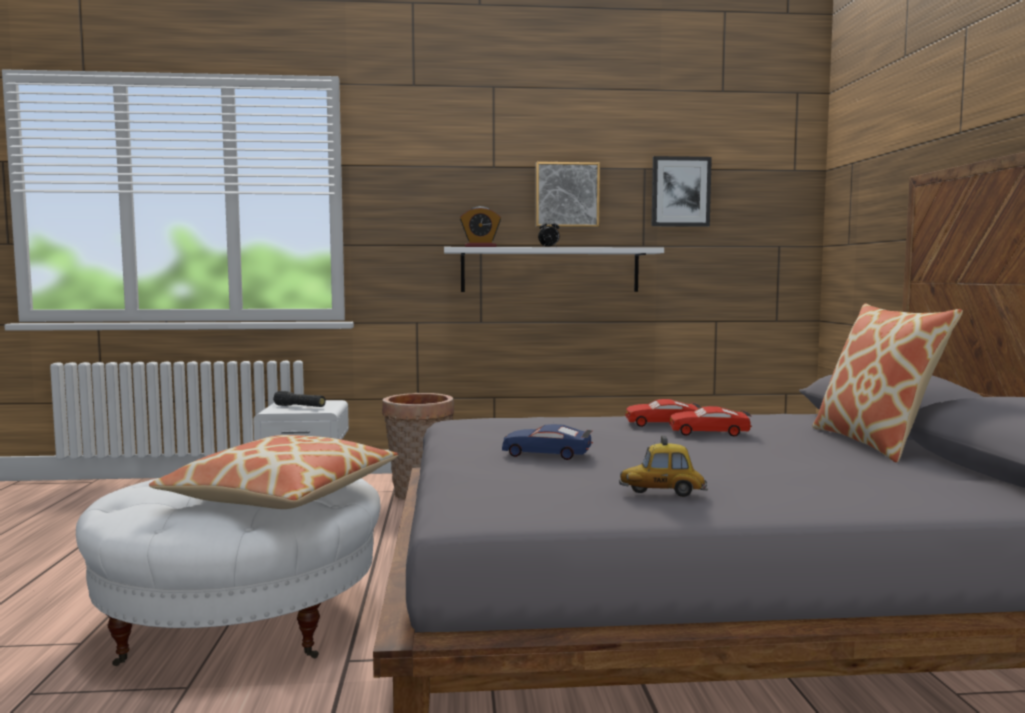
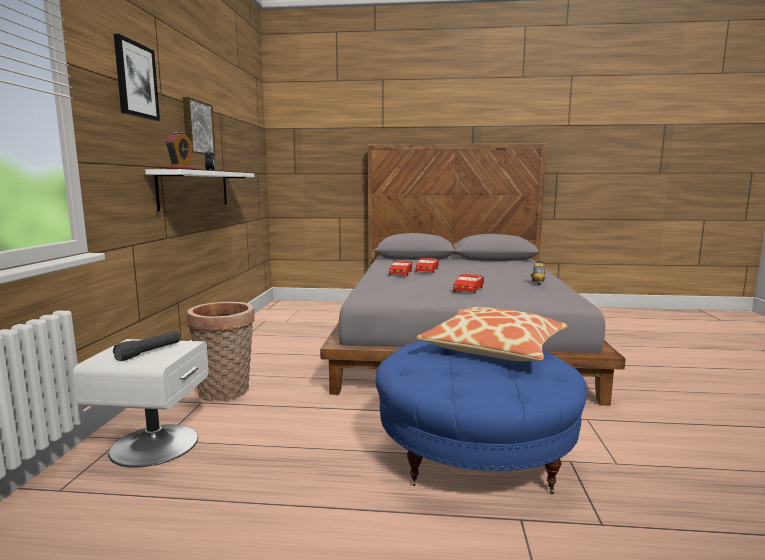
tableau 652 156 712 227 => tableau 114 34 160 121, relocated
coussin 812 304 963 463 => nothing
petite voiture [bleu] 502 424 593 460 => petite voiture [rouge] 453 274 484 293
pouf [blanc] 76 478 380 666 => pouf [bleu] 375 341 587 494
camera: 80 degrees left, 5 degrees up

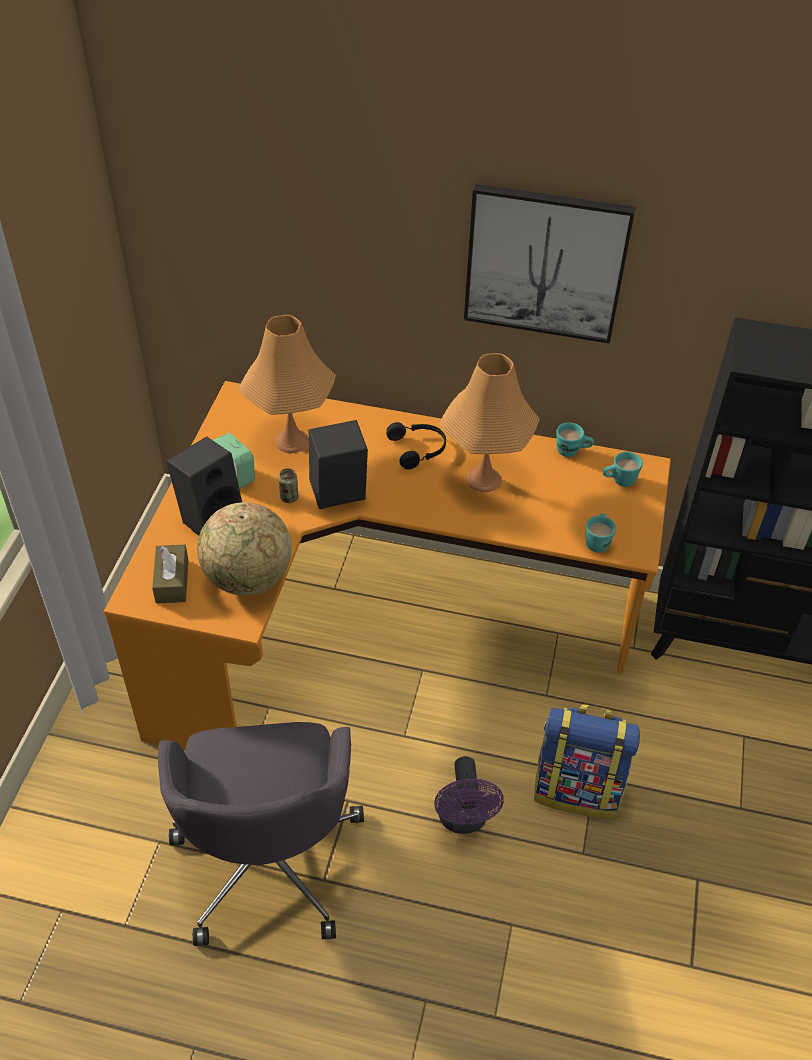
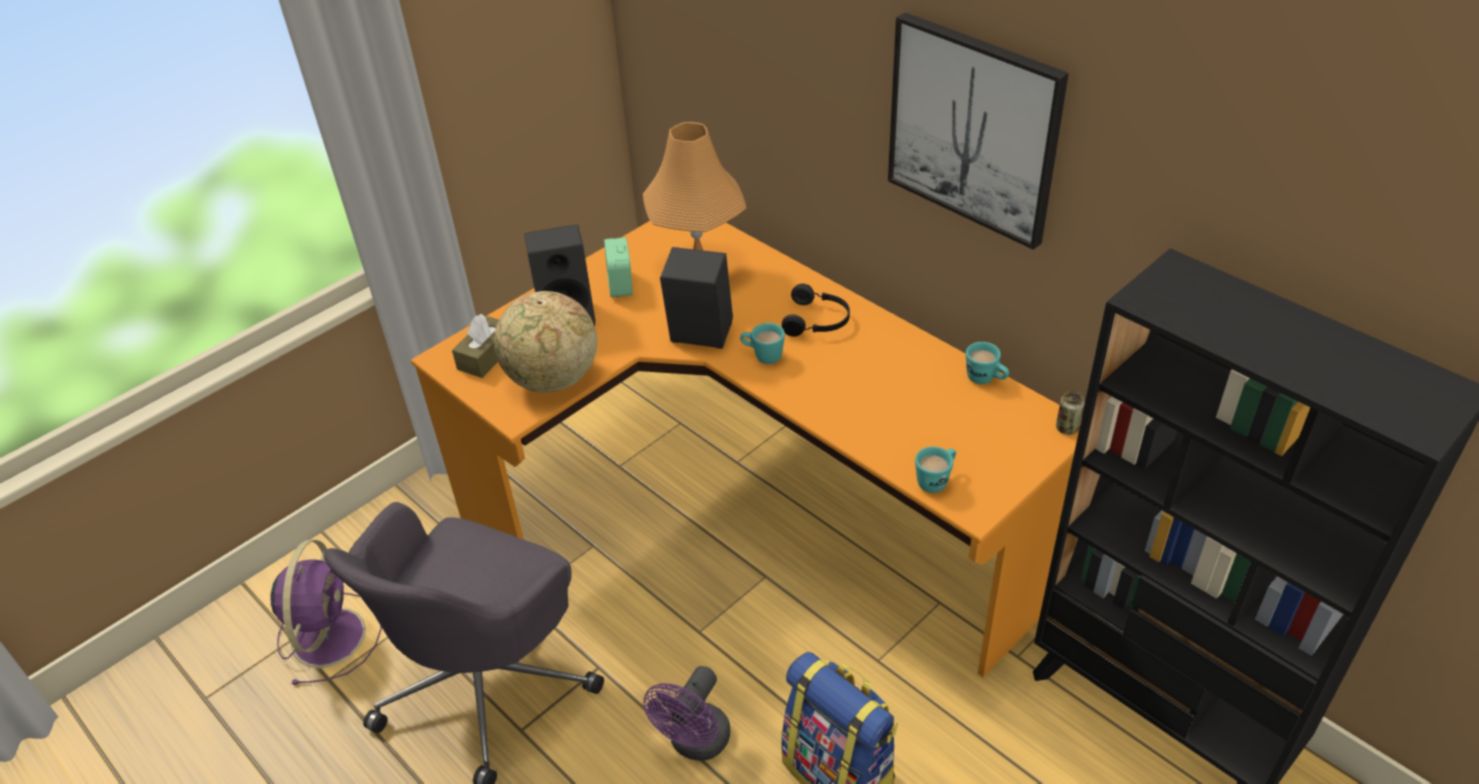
lampe de table [orange] 439 353 540 492 => nothing
mug [turquoise] 603 452 643 487 => mug [turquoise] 740 323 785 364, relocated
boîte métallique 279 468 298 503 => boîte métallique 1056 391 1084 435, relocated
nothing => ventilateur [violet] 271 540 382 685
camera: 35 degrees right, 5 degrees down

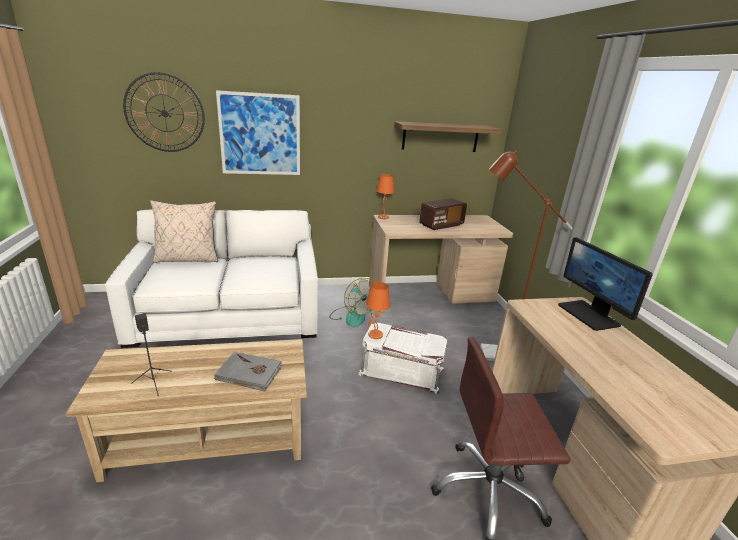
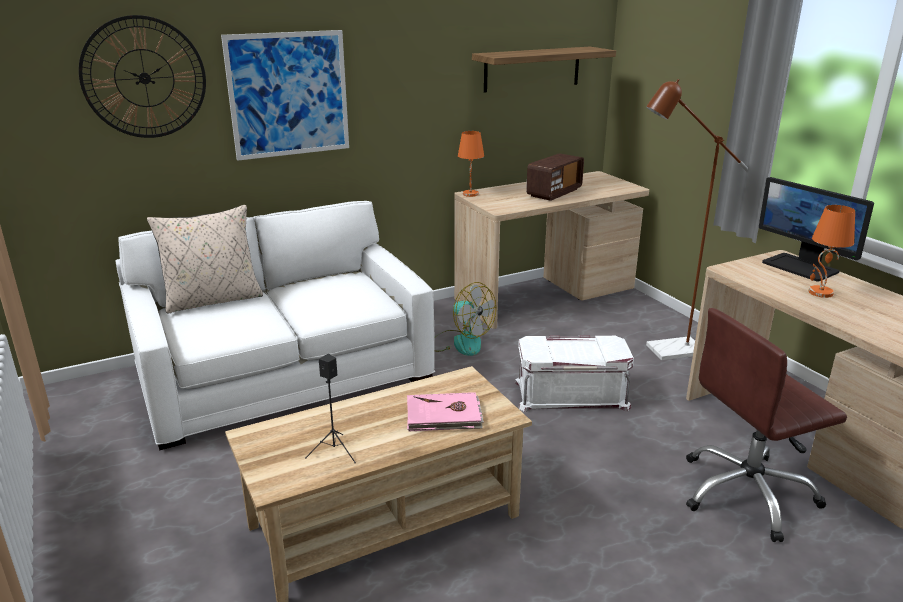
lampe de table [orange] 366 282 390 339 => lampe de table [orange] 808 205 855 298, relocated
livre [gris] 214 352 282 391 => livre [rose] 407 392 484 431
camera: 15 degrees left, 0 degrees up

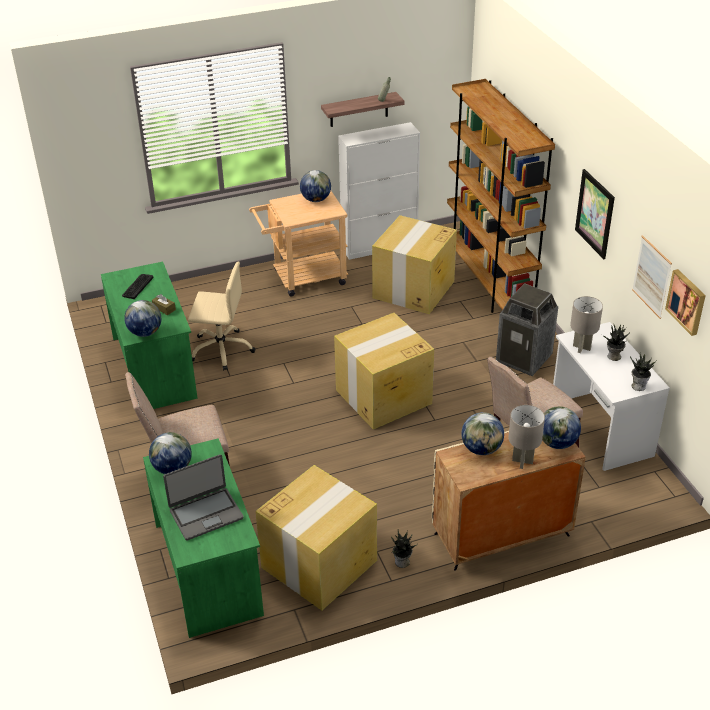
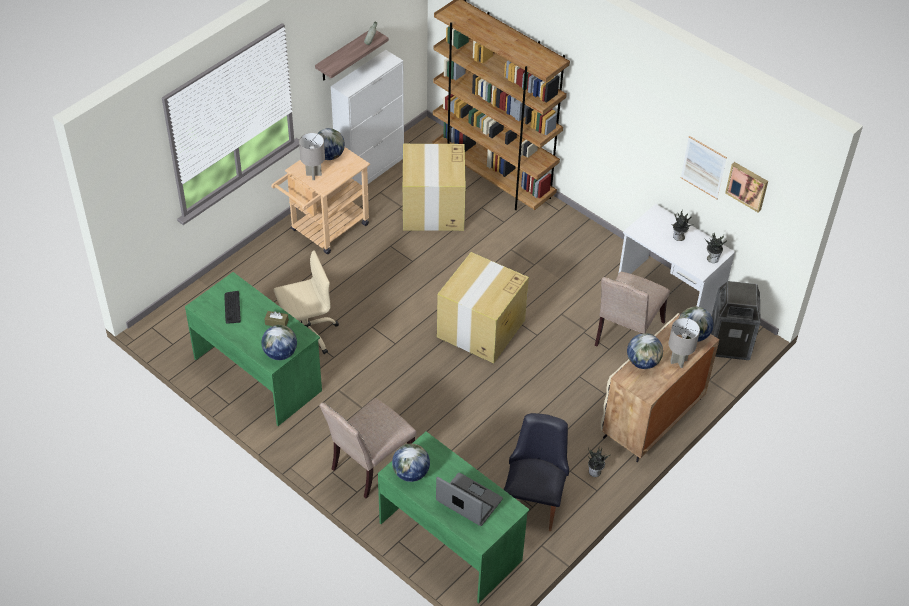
tableau 575 169 615 259 => nothing
poubelle 496 283 558 376 => poubelle 711 281 761 360, relocated
lampe de table [gris] 570 296 603 353 => lampe de table [gris] 299 133 325 180, relocated
ordinateur portable 163 454 244 540 => ordinateur portable 436 473 503 526, 90 degrees counterclockwise
carton 256 465 377 610 => chaise [noir] 504 413 569 531
camera: 30 degrees left, 10 degrees up

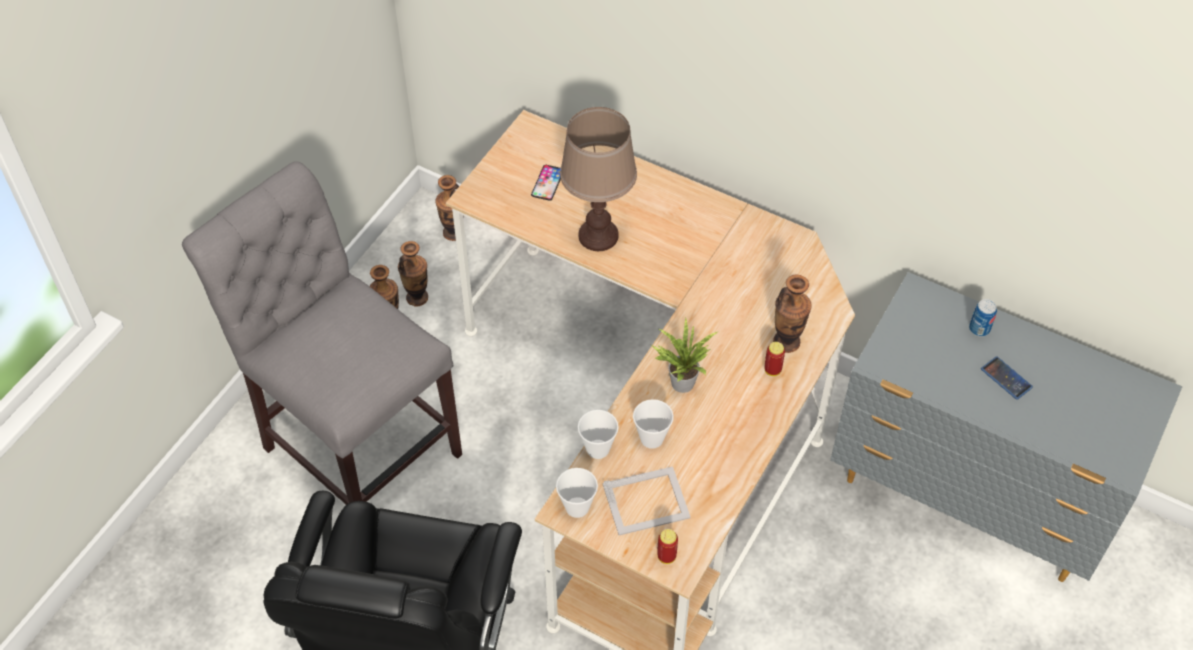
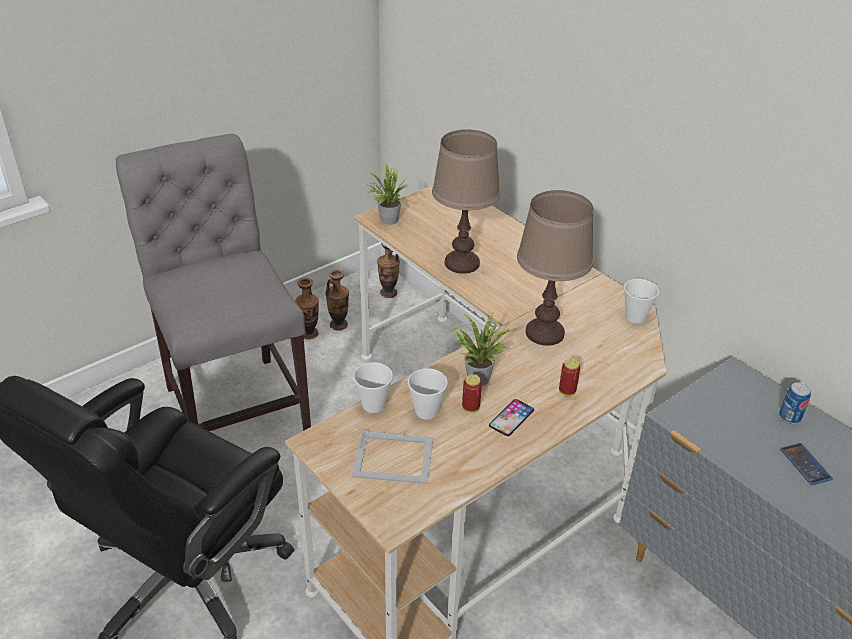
téléphone 531 165 562 201 => téléphone 489 399 534 436, relocated
vase 773 275 812 353 => nothing
tasse 556 468 598 518 => tasse 624 279 659 324, relocated
boîte métallique 657 529 678 564 => boîte métallique 462 374 482 413, relocated
nothing => plante en pot 365 163 408 225
nothing => lampe de table [marron] 517 190 594 346
camera: 20 degrees right, 15 degrees down

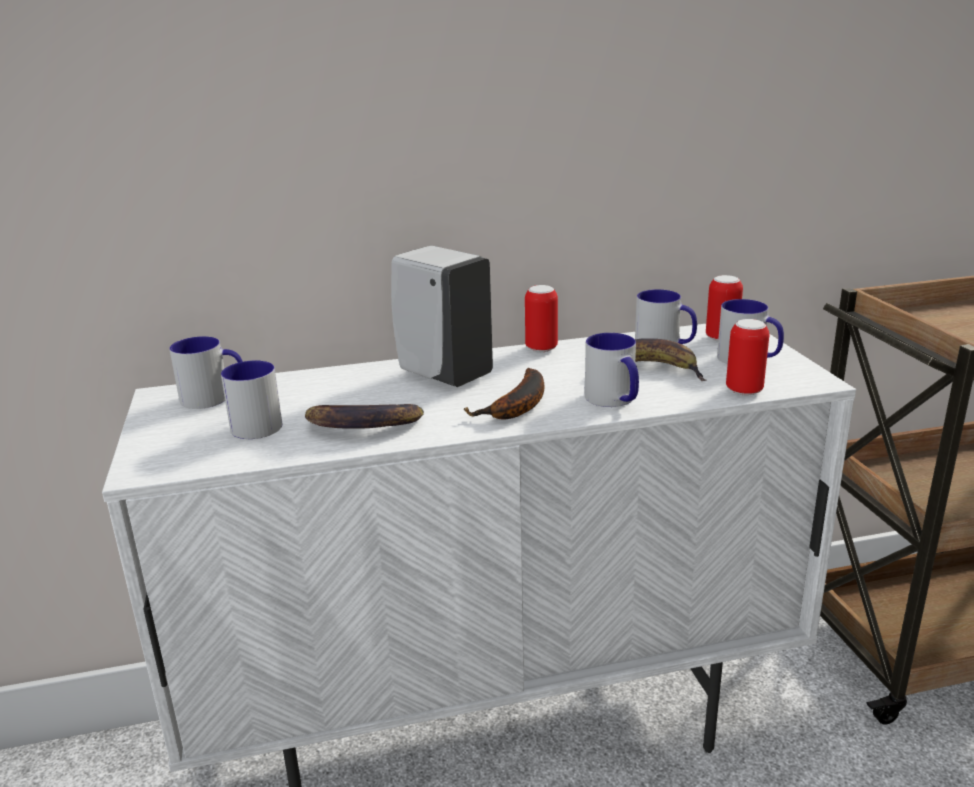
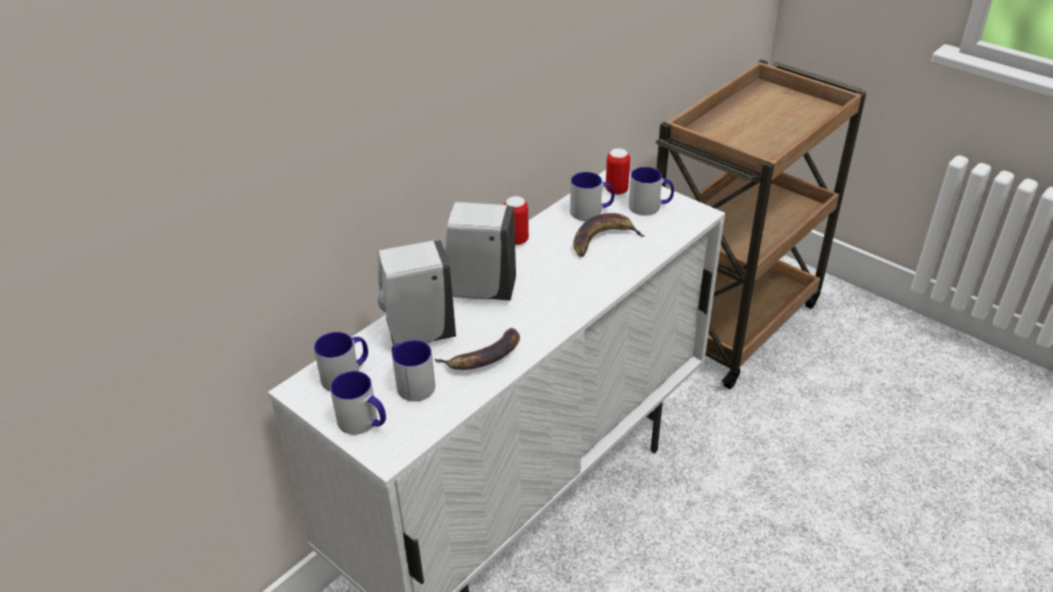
boîte métallique 726 319 769 395 => nothing
mug 585 333 639 407 => mug 330 371 386 434, relocated
banane 464 368 545 420 => nothing
nothing => distributeur de savon [blanc] 378 240 456 345
camera: 35 degrees left, 15 degrees up

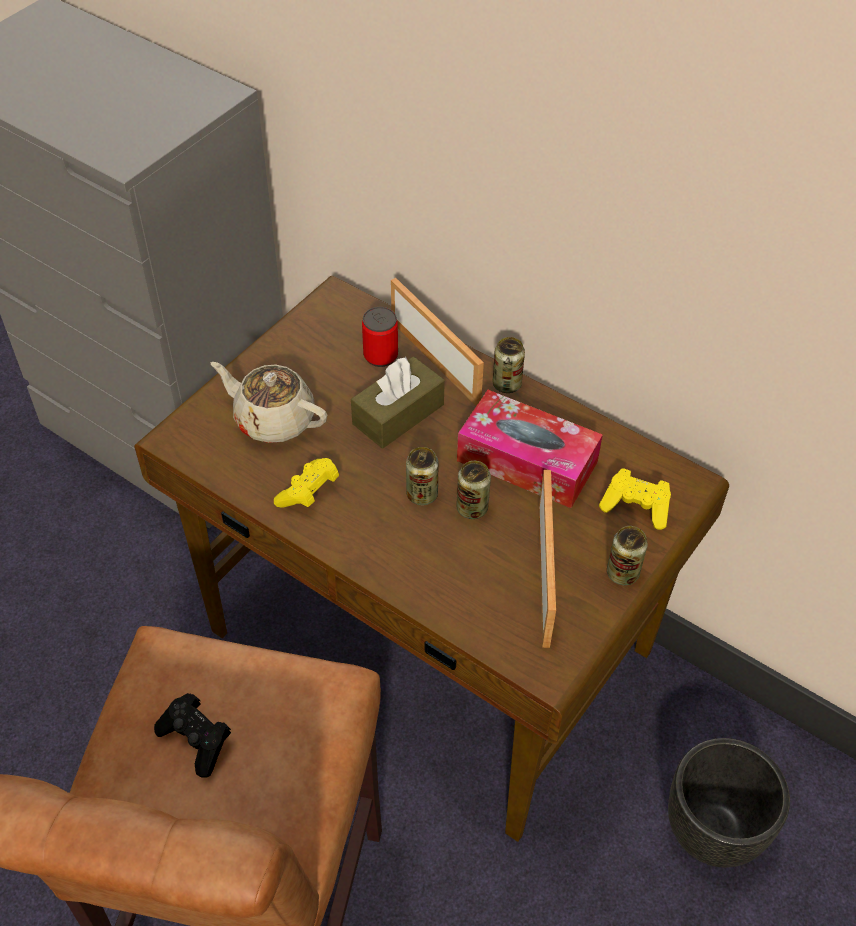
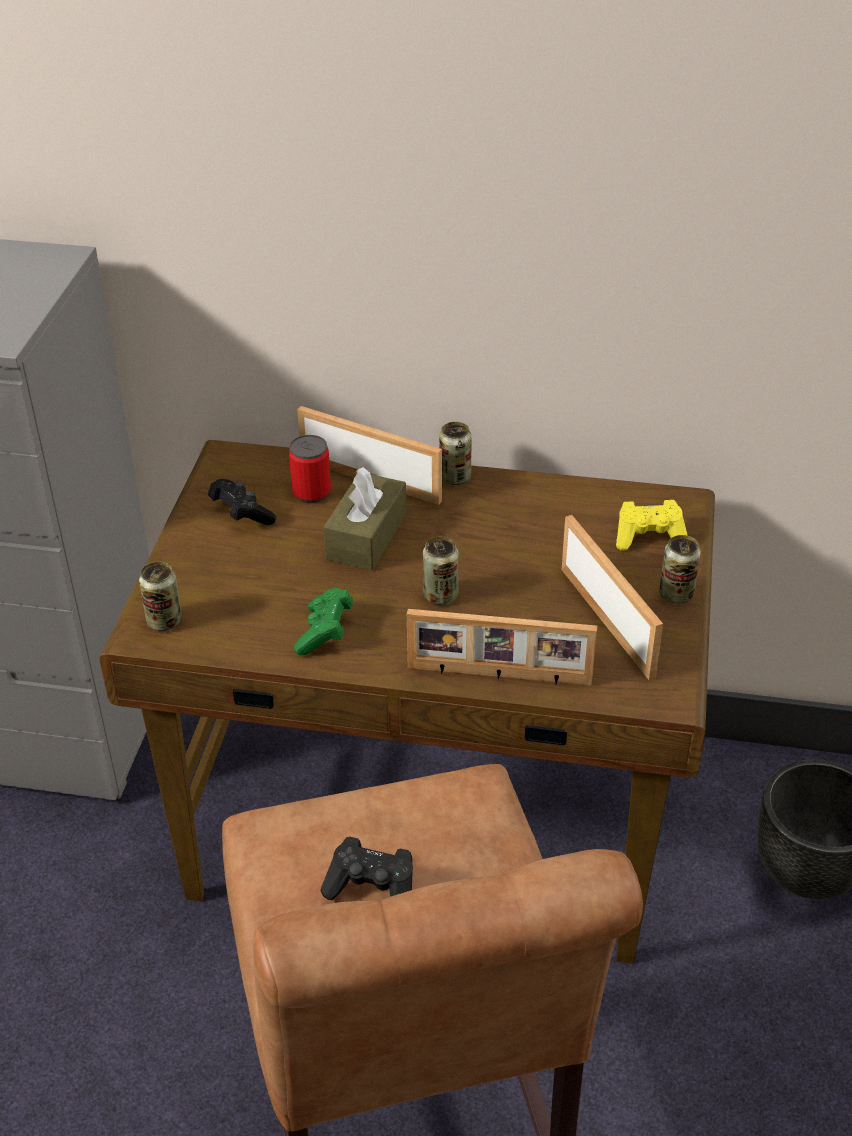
théière [beige] 210 362 327 443 => nothing
boîte à mouchoirs 457 390 603 508 => nothing
manette [jaune] 274 458 339 508 => manette [vert] 294 588 353 656
boîte métallique 456 461 491 519 => boîte métallique 139 561 182 631, relocated
nothing => manette [noir] 208 479 276 525
nothing => cadre photo 407 609 597 685
camera: 25 degrees left, 10 degrees down

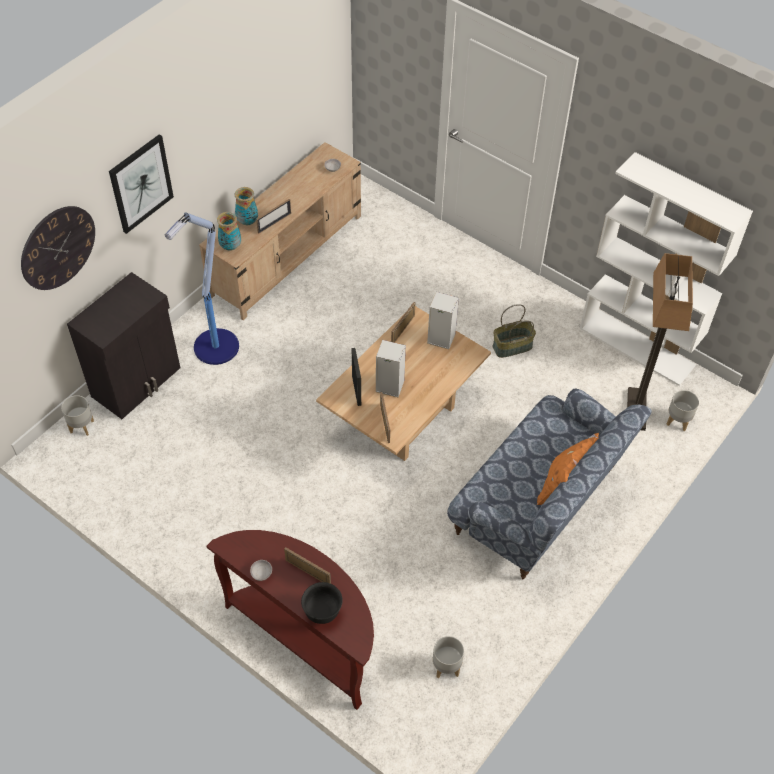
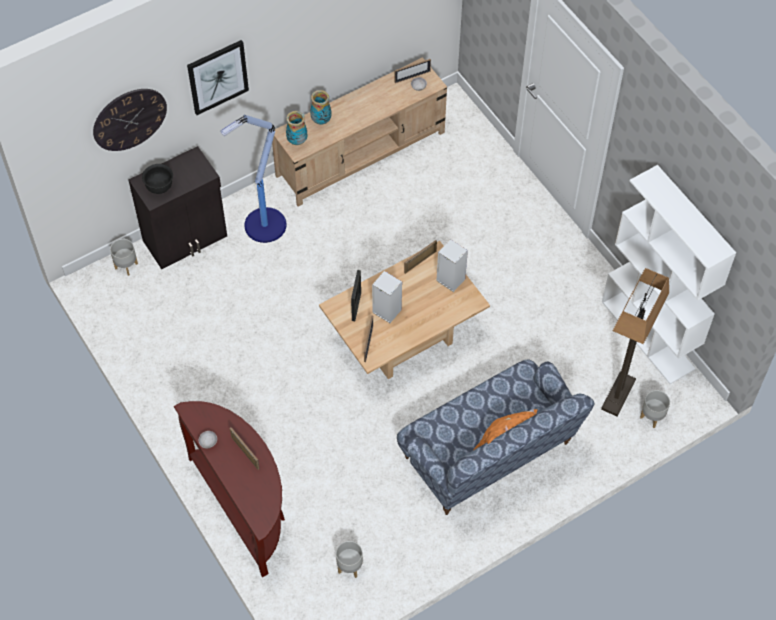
cadre photo 256 199 291 234 => cadre photo 394 59 431 83, relocated
panier 492 304 536 358 => nothing
bol [noir] 301 582 343 624 => bol [noir] 142 164 173 194, relocated
camera: 20 degrees right, 5 degrees up

